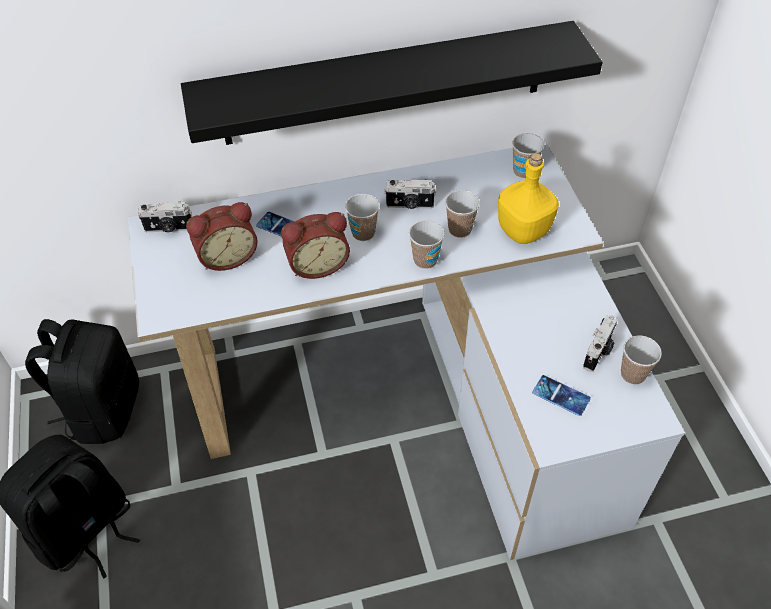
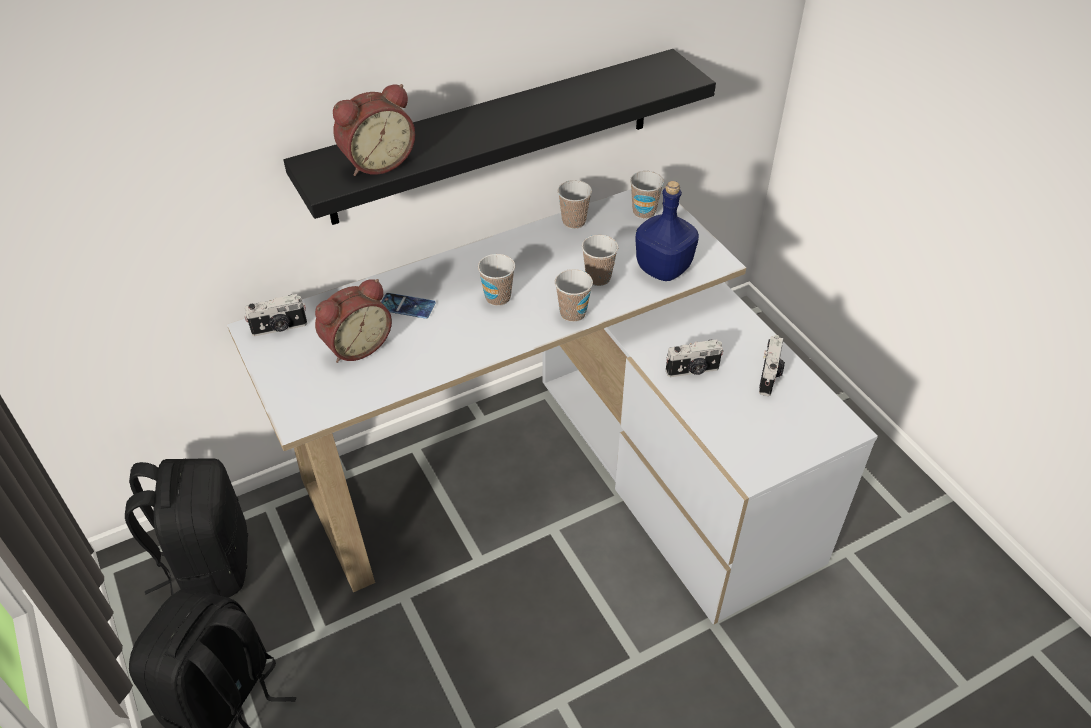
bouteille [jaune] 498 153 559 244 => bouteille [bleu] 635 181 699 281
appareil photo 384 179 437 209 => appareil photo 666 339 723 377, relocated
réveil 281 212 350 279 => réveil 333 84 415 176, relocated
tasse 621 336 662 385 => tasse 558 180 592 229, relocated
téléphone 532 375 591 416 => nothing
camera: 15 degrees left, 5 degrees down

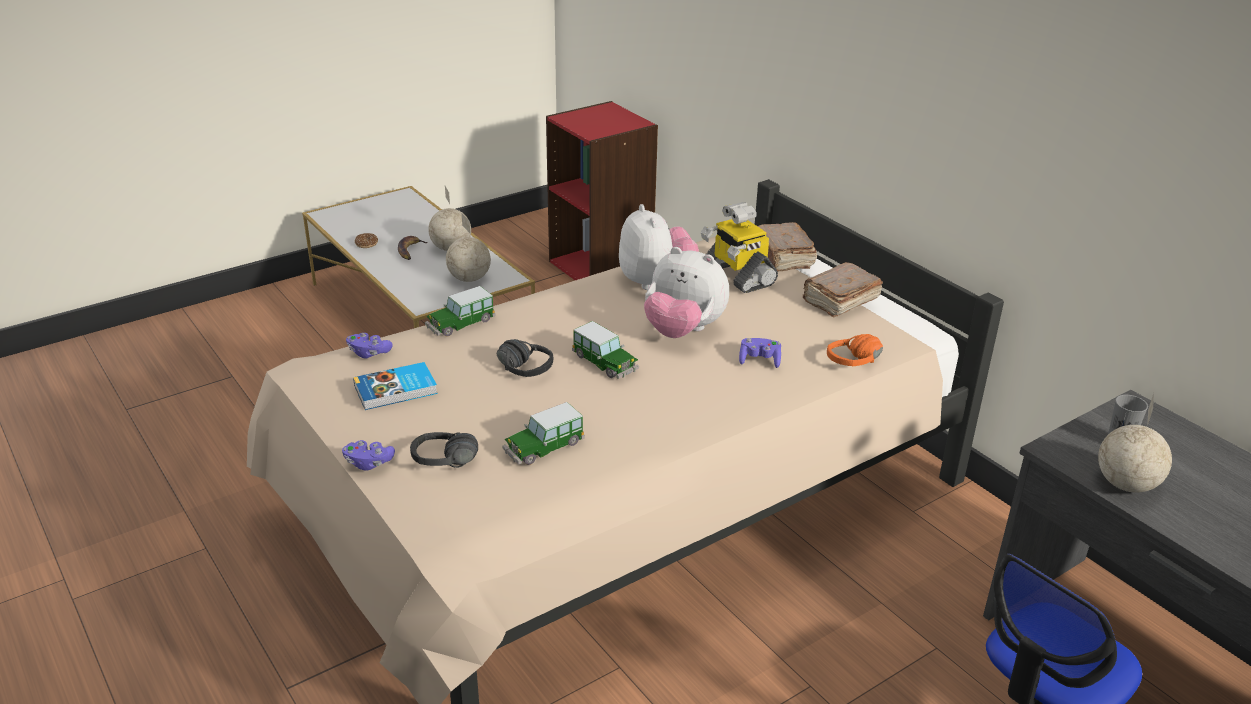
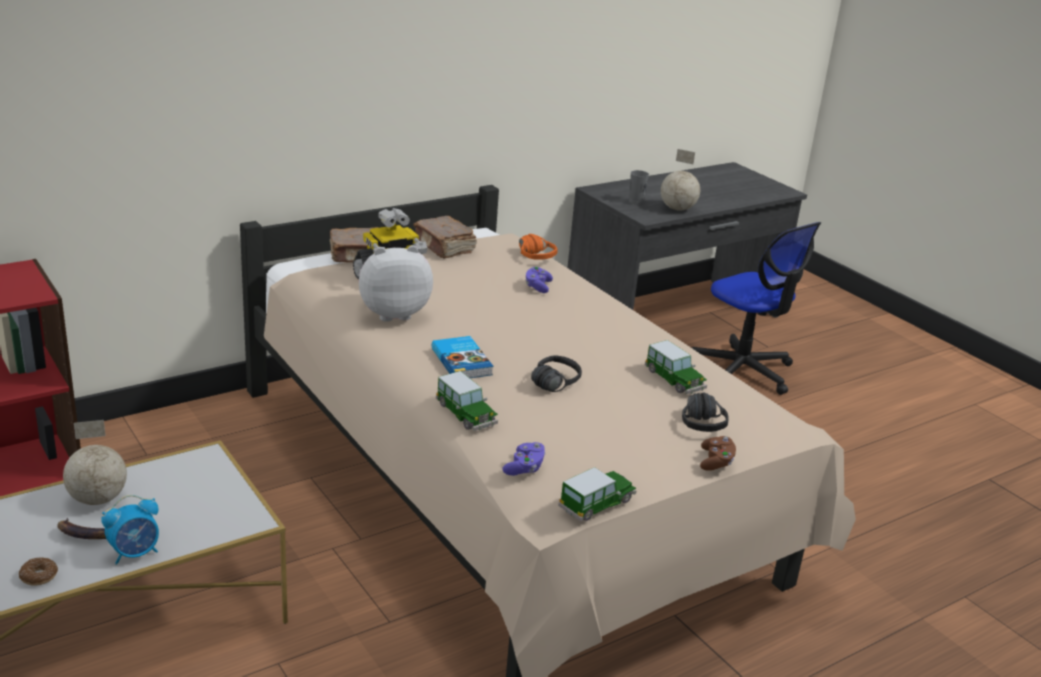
globe 446 214 491 282 => nothing
peluche 644 247 729 338 => nothing
petite voiture 572 321 639 379 => petite voiture 558 467 636 521, relocated
livre 353 362 437 410 => livre 432 336 493 378, relocated
manette [violet] 342 440 395 471 => manette [marron] 700 436 736 471
nothing => réveil 101 495 159 565
camera: 90 degrees left, 5 degrees down

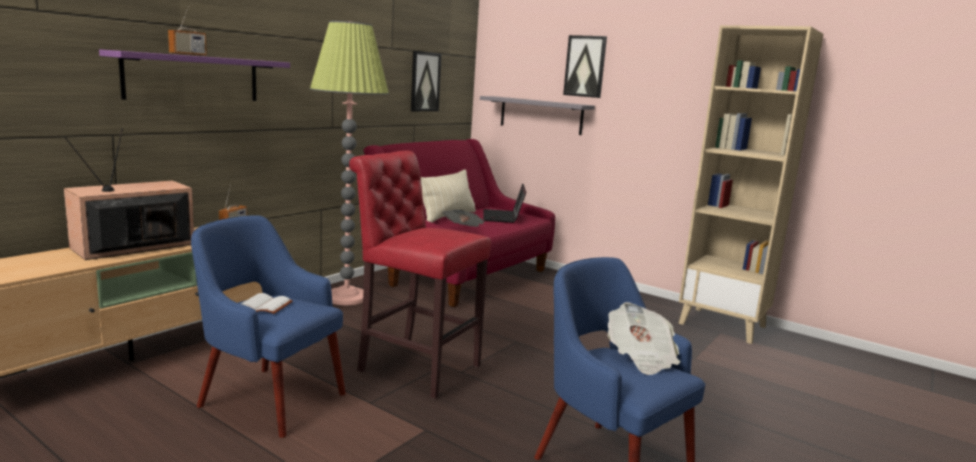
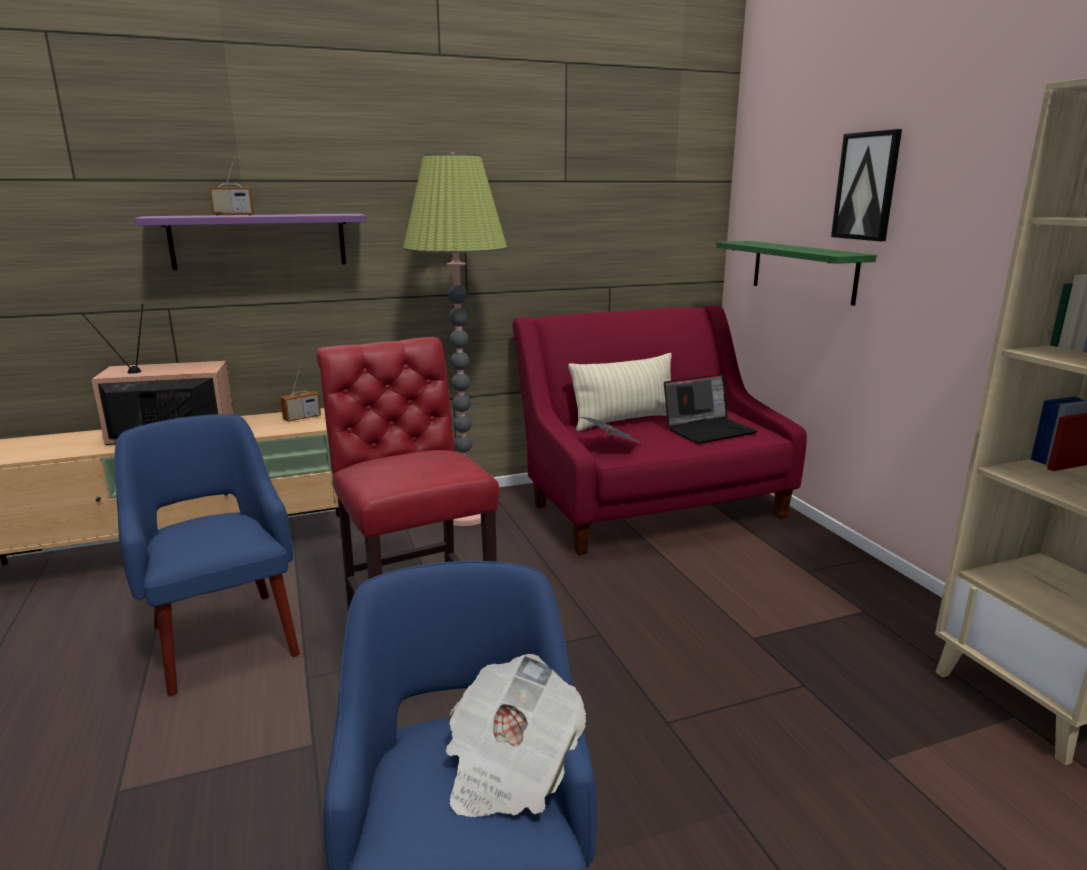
tableau 410 51 441 111 => nothing
étagère [gris] 480 96 595 135 => étagère [vert] 716 241 877 306
ordinateur portable 483 184 526 223 => ordinateur portable 664 374 757 444, 150 degrees counterclockwise
livre [blanc] 241 293 293 314 => nothing
camera: 35 degrees right, 5 degrees up

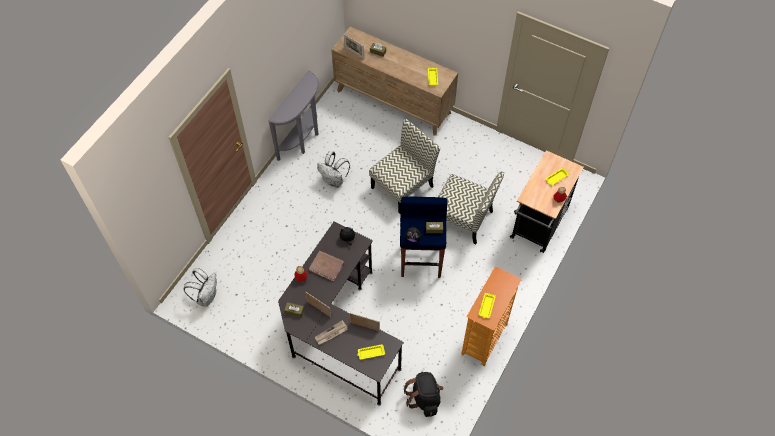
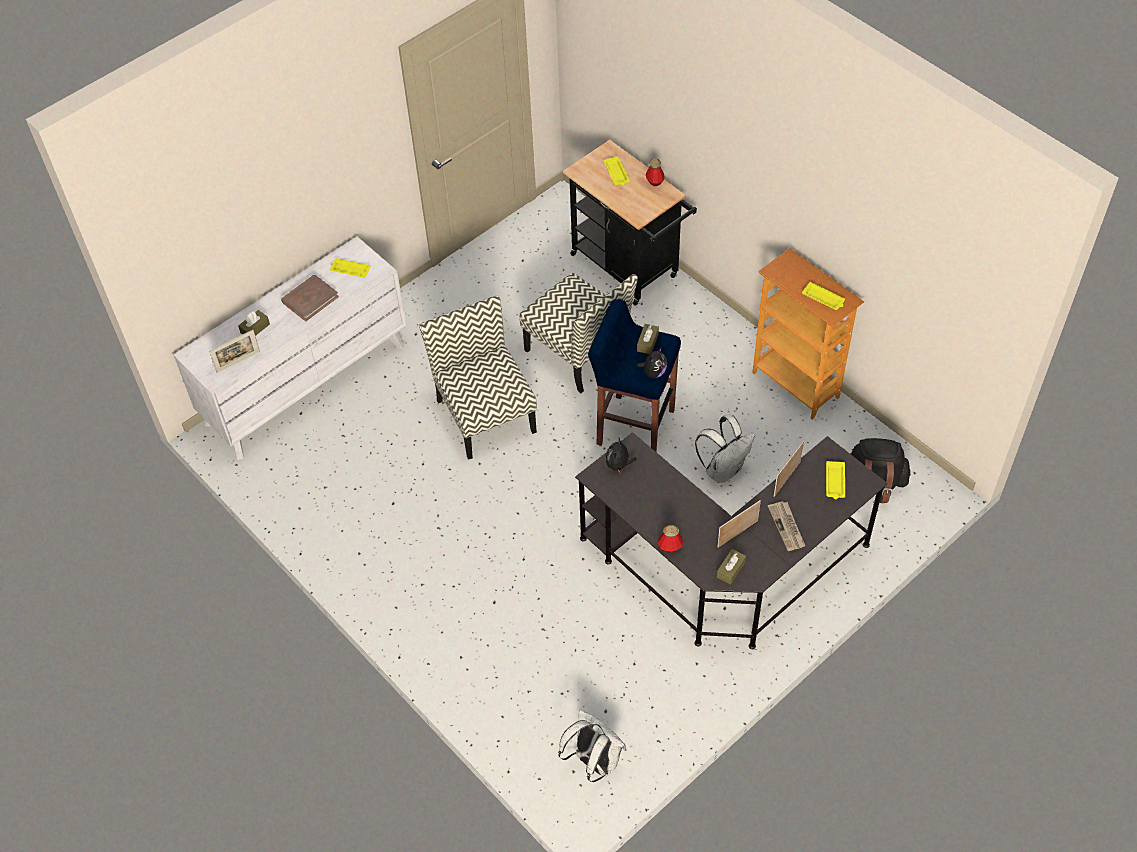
commode [marron] 331 27 458 136 => commode [blanc] 173 237 407 460
table console [gris] 268 70 319 161 => nothing
sac à dos [blanc] 317 151 350 188 => sac à dos [blanc] 695 414 755 483, relocated
chaise 438 171 504 244 => chaise 519 273 638 393, 90 degrees clockwise
livre [marron] 309 251 344 281 => livre [marron] 281 275 339 322, relocated
camera: 70 degrees left, 5 degrees down

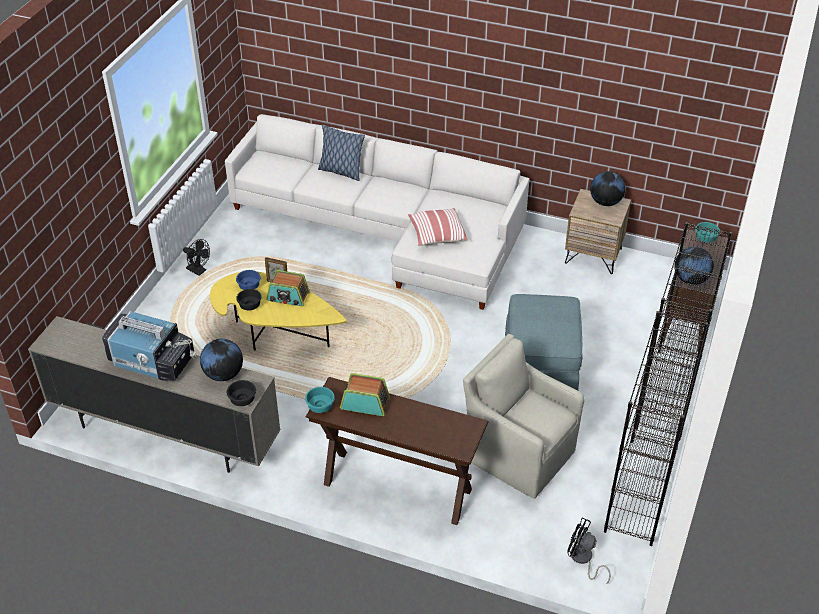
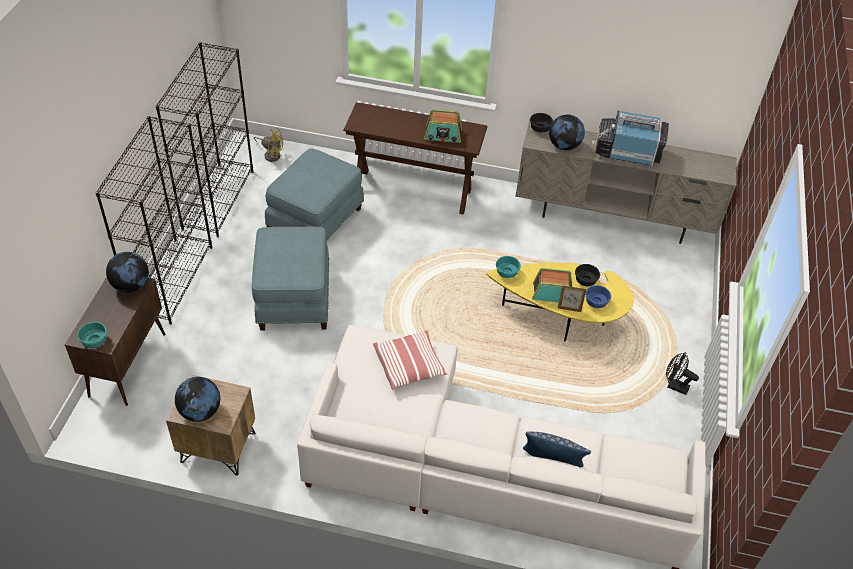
fauteuil [beige] 463 334 585 499 => pouf [bleu] 265 148 364 240
bol [turquoise] 305 387 335 413 => bol [turquoise] 496 256 521 278, relocated
ventilateur [noir] 567 518 611 584 => ventilateur [jaune] 254 128 283 162
camera: 170 degrees right, 5 degrees up

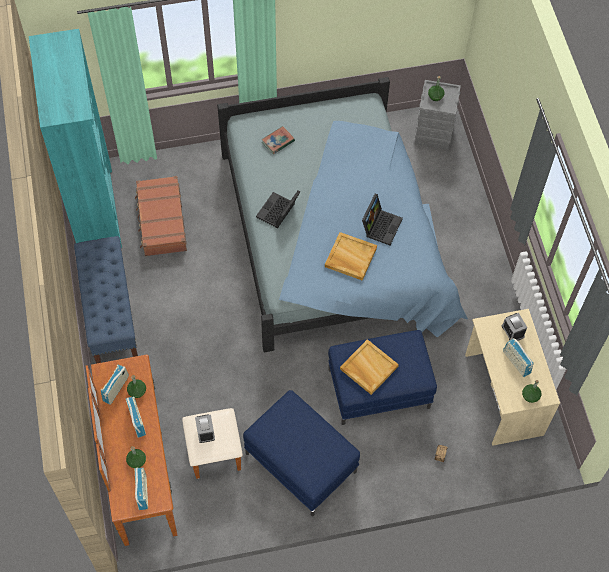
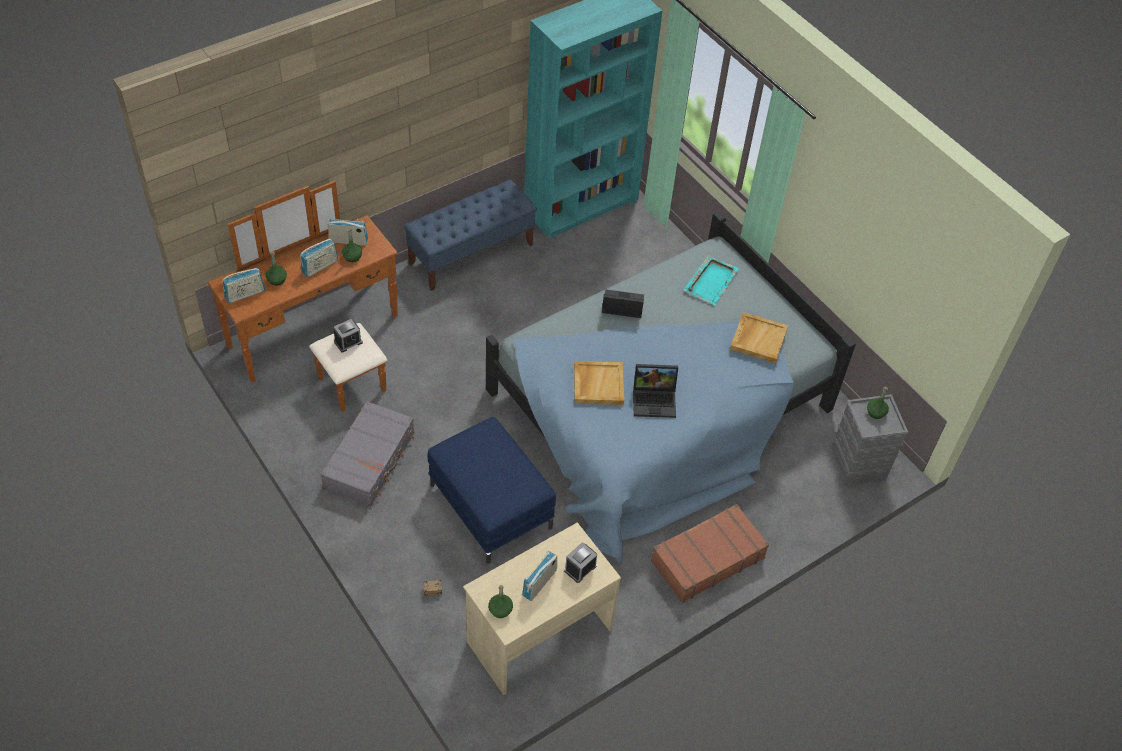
livre 262 126 295 154 => plateau [turquoise] 684 255 739 305
valise [marron] 135 176 187 256 => valise [marron] 651 504 769 603, relocated
plateau [beige] 340 339 399 395 => plateau [beige] 730 312 788 363, relocated
pouf [bleu] 243 390 360 516 => valise [gris] 320 401 415 506
camera: 65 degrees right, 10 degrees down

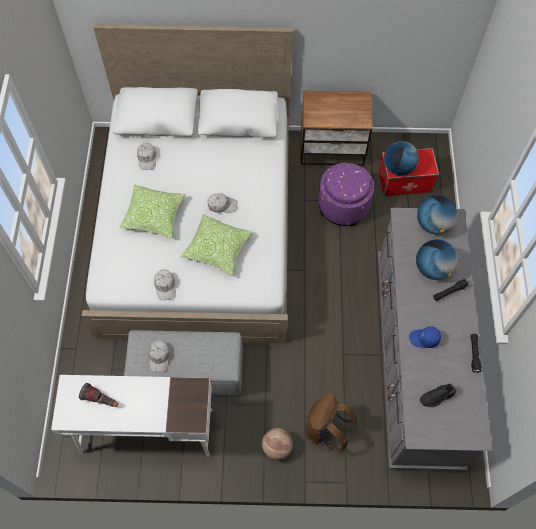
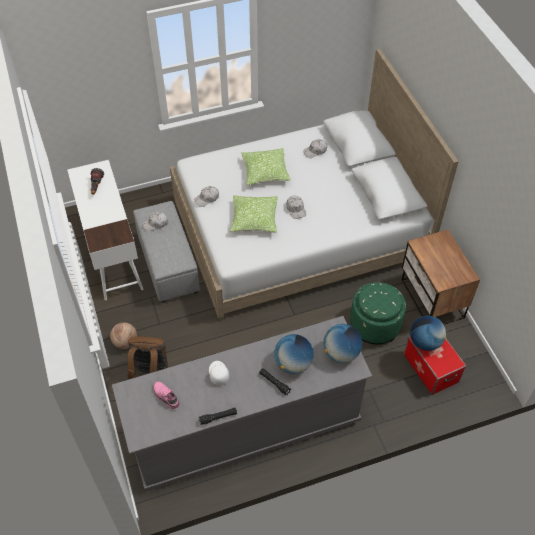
pouf [violet] 318 163 374 227 => pouf [vert] 350 282 406 344
casquette [bleu] 409 326 441 348 => casquette [blanc] 209 361 229 385
chaussure [noir] 420 384 456 407 => chaussure [rose] 154 382 180 409
camera: 70 degrees right, 10 degrees down

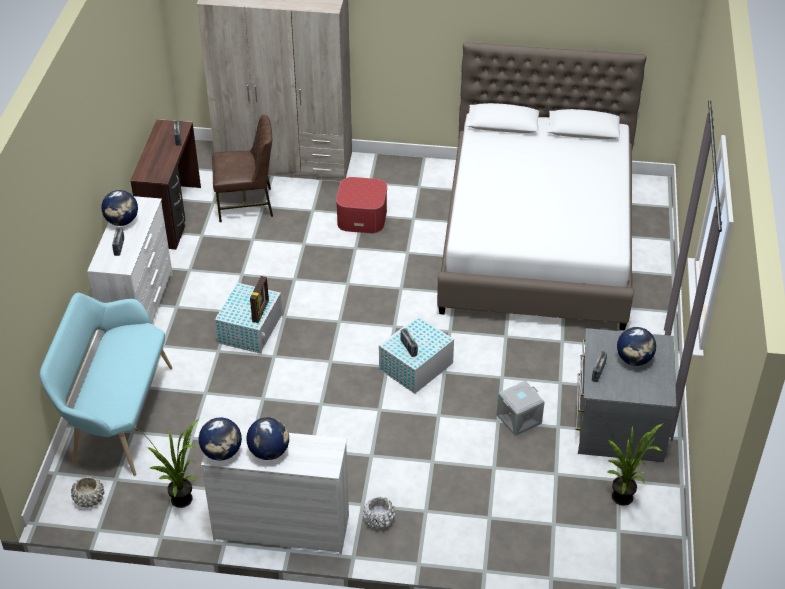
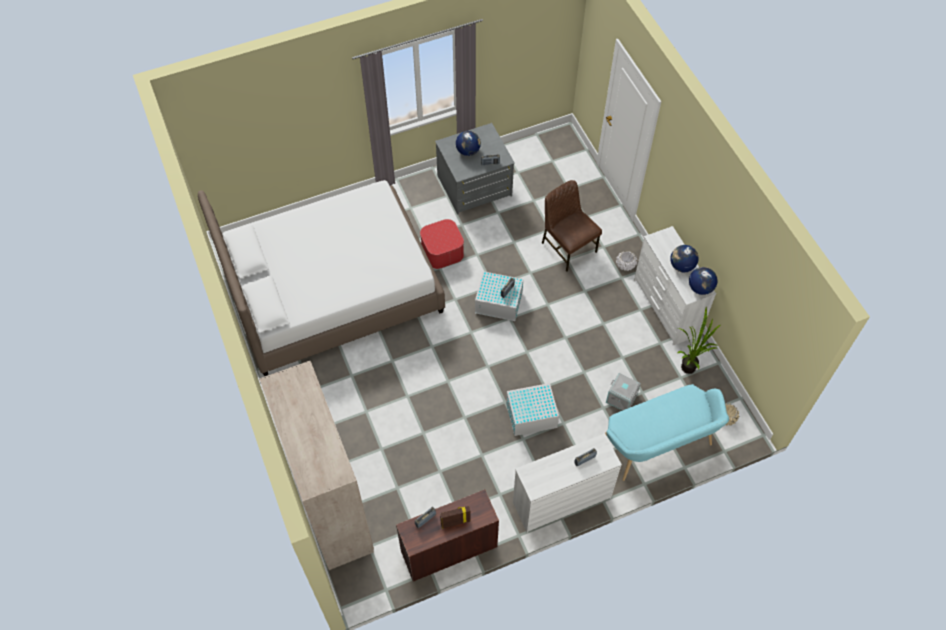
chaise [marron] 212 115 273 222 => chaise [marron] 542 180 602 272, relocated
pouf 336 177 387 233 => pouf 420 219 464 269, relocated
globe 102 190 138 226 => nothing
cadre photo 250 276 269 323 => cadre photo 440 506 470 529, relocated
boîte de rangement [gris] 496 381 545 436 => boîte de rangement [gris] 606 373 641 411, relocated
plante en pot 601 417 663 506 => nothing
camera: 120 degrees left, 15 degrees up

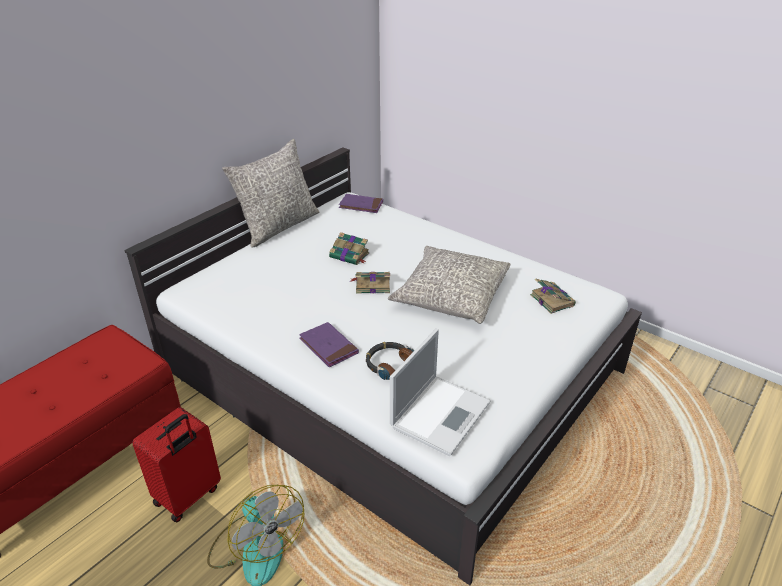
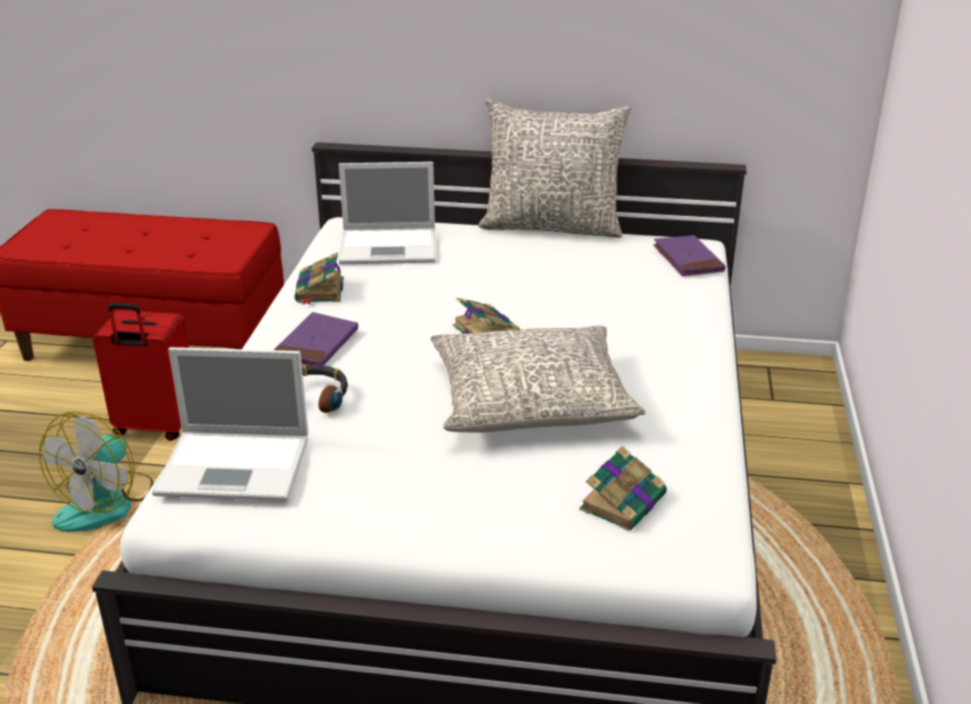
livre 329 232 369 265 => livre 295 252 344 305, relocated
nothing => ordinateur portable 339 162 436 264
camera: 60 degrees right, 5 degrees down

